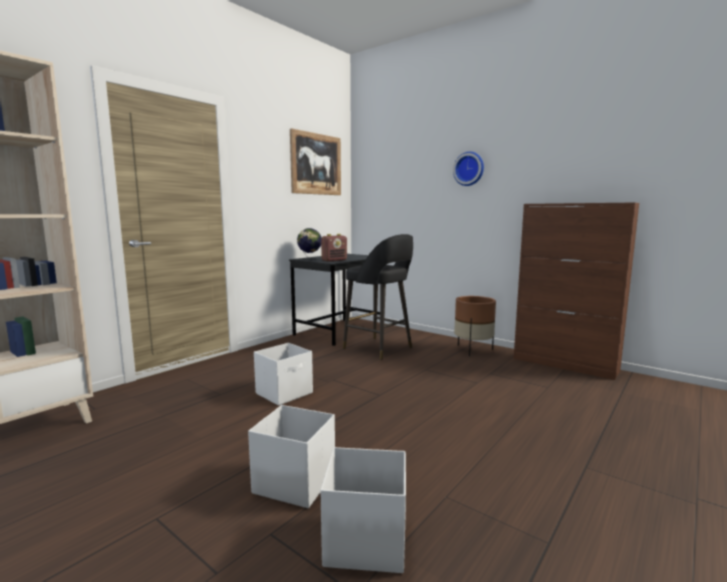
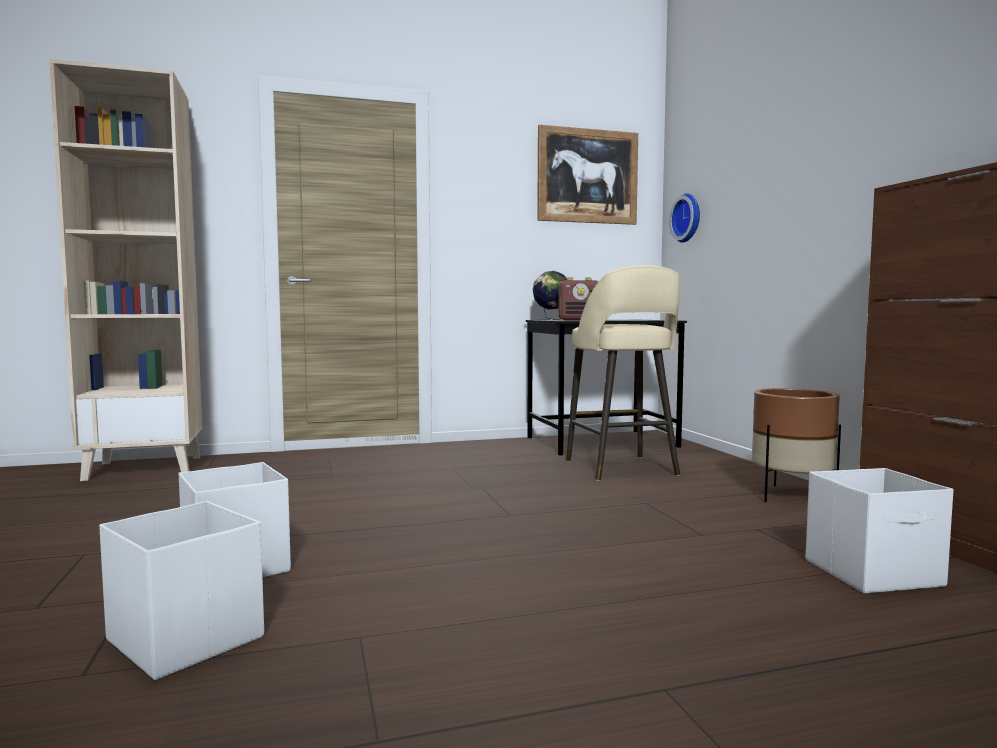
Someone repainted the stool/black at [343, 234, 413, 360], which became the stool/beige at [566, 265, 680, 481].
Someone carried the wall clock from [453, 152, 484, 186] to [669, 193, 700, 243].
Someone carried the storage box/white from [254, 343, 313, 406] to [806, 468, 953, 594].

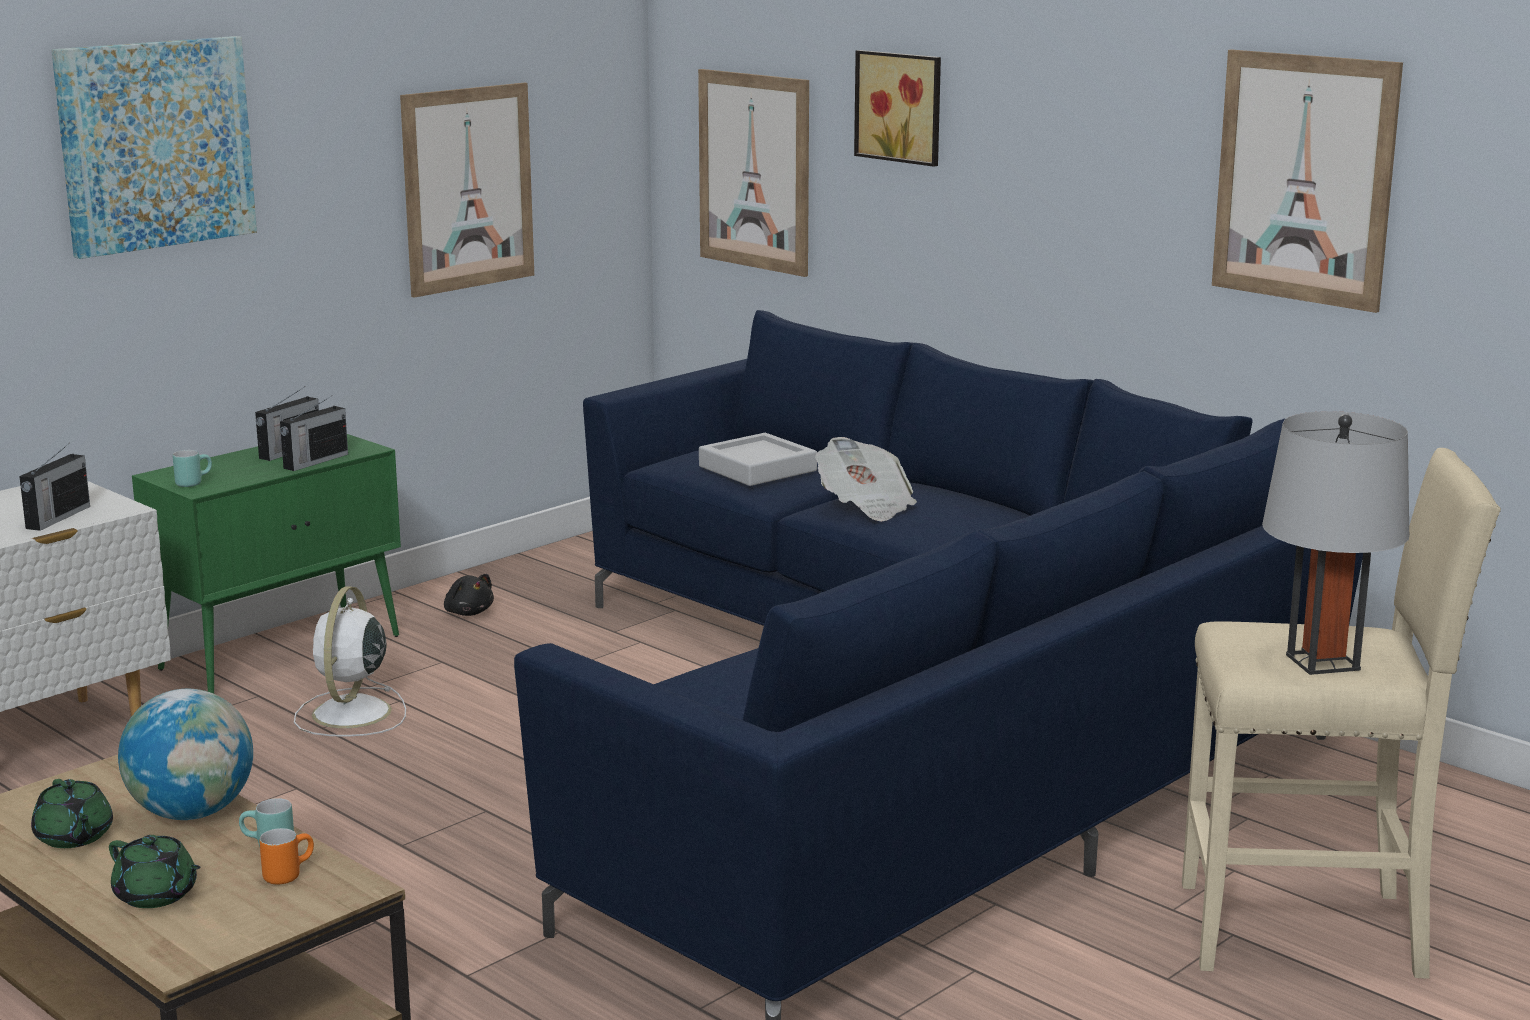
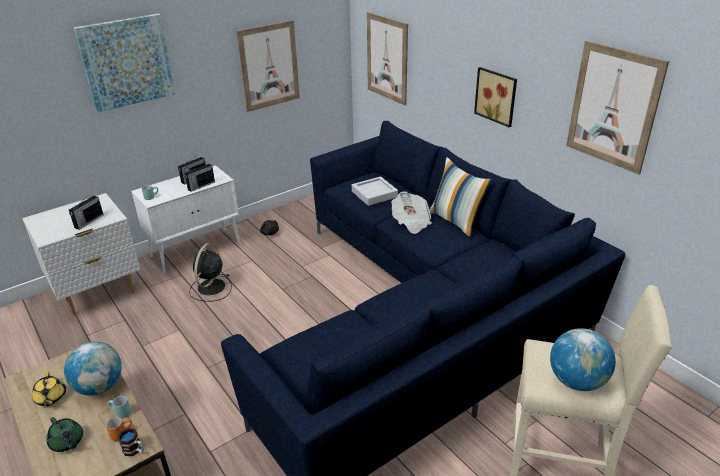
Someone repainted the teapot/green at [31, 779, 113, 848], which became the teapot/yellow at [32, 371, 66, 406].
Someone put down the mug at [118, 428, 144, 456].
Someone repainted the cabinet/green at [132, 434, 401, 694], which became the cabinet/white at [132, 165, 241, 274].
Someone repainted the fan/white at [294, 586, 406, 737], which became the fan/black at [189, 243, 232, 302].
Someone put down the pillow at [429, 157, 492, 238].
Someone carried the picture from [854, 50, 941, 167] to [474, 67, 517, 127].
Someone swapped the table lamp/grey at [1262, 411, 1410, 675] for the globe at [550, 328, 616, 391].

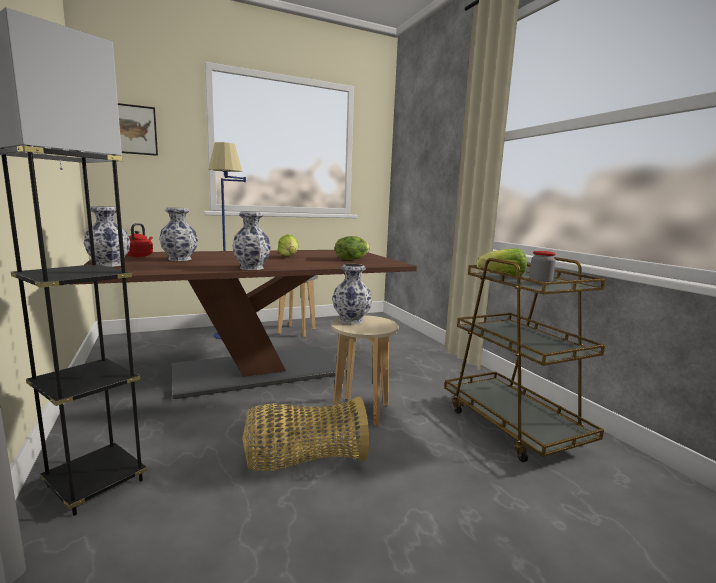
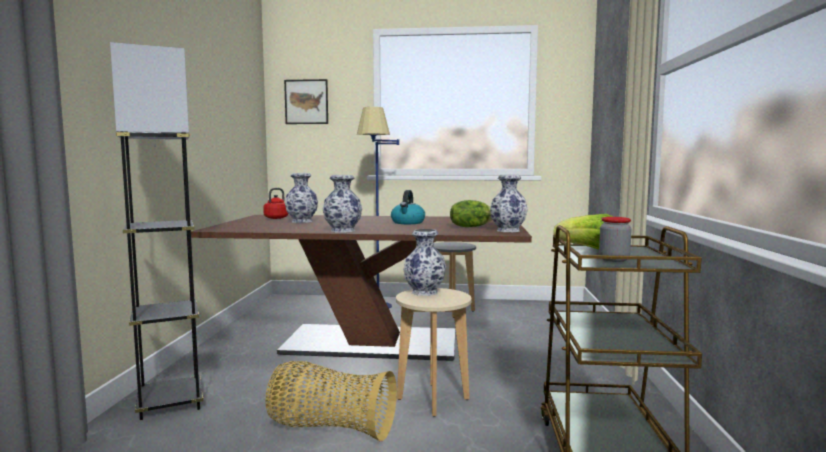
Someone swapped the lettuce at [278, 235, 299, 256] for the kettle at [391, 190, 425, 224].
Someone carried the vase from [84, 206, 130, 267] to [490, 175, 527, 232].

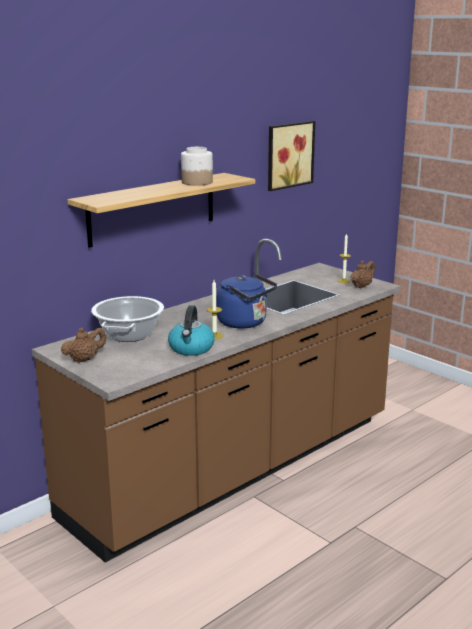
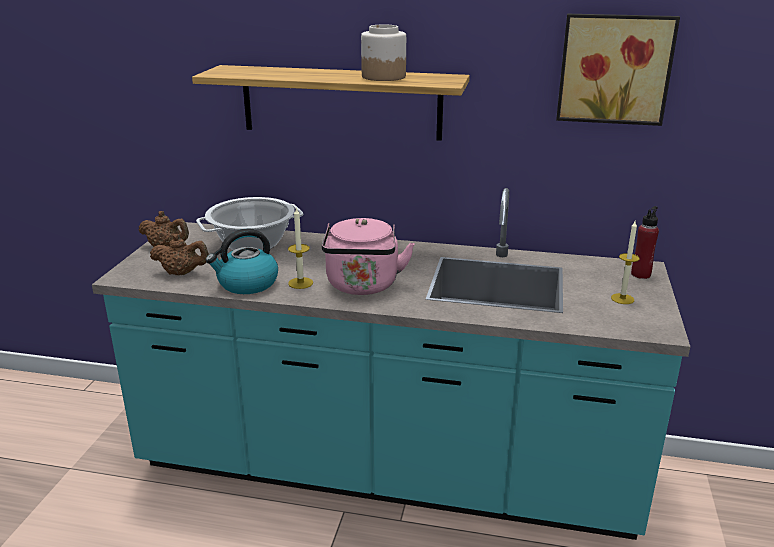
Someone repainted the counter/brown at [32, 239, 401, 563], which became the counter/turquoise at [92, 188, 690, 540].
Someone carried the teapot/brown from [350, 261, 375, 288] to [150, 234, 209, 275].
Someone repainted the kettle/blue at [216, 274, 277, 329], which became the kettle/pink at [322, 218, 415, 295].
Someone put down the bottle/red at [631, 206, 659, 279].

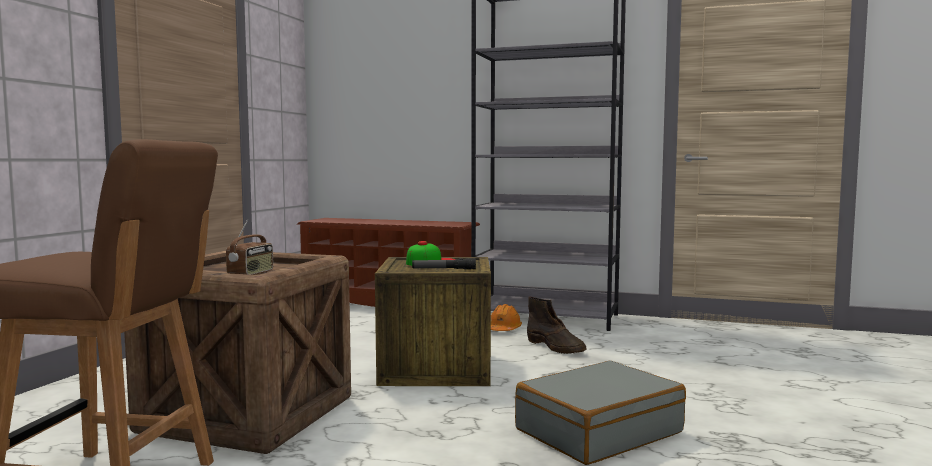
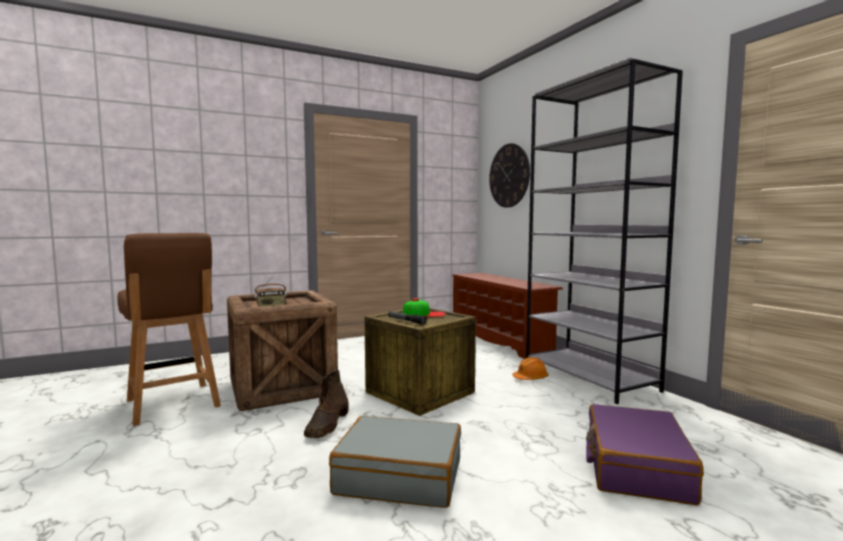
Someone carried the boot/brown from [527, 297, 587, 354] to [304, 370, 349, 438].
Someone put up the wall clock at [489, 143, 530, 208].
Someone put down the suitcase/purple at [586, 404, 704, 505].

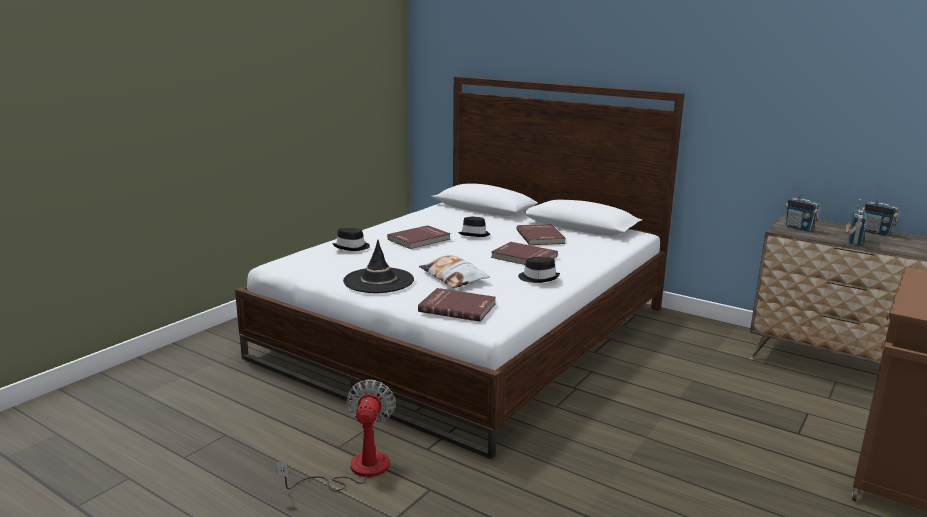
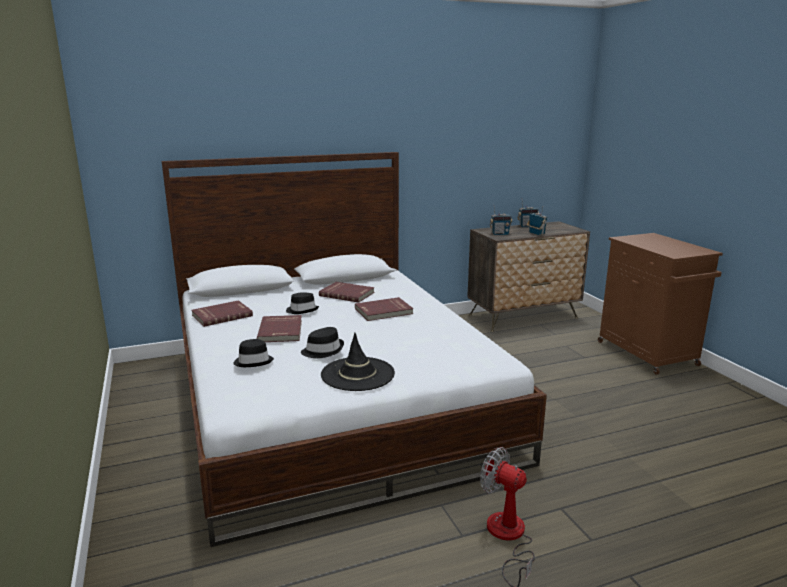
Someone carried the book/red from [418, 288, 496, 322] to [191, 300, 253, 327].
Someone carried the hat/black from [518, 257, 560, 283] to [301, 327, 344, 358].
Someone took away the pillow at [419, 255, 490, 288].

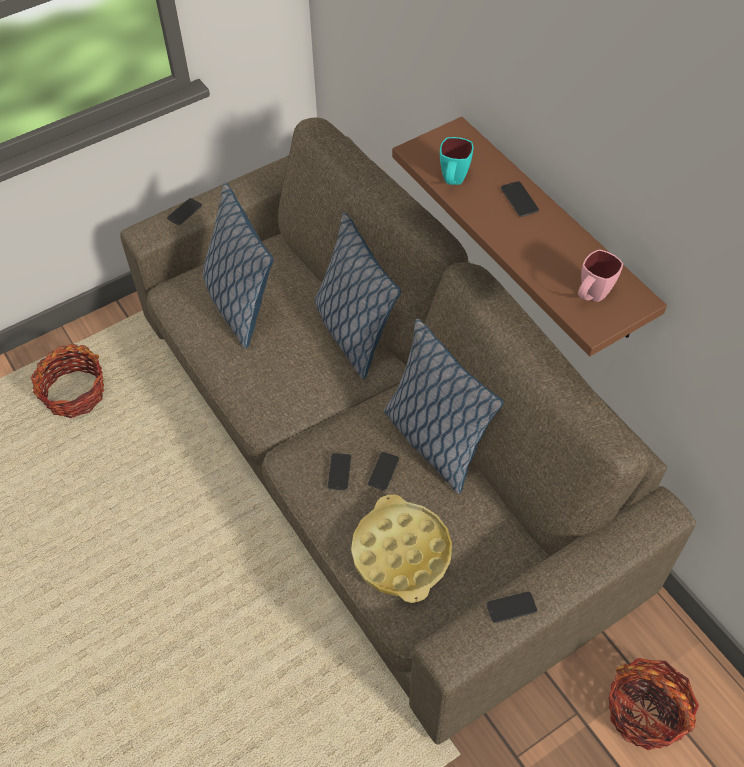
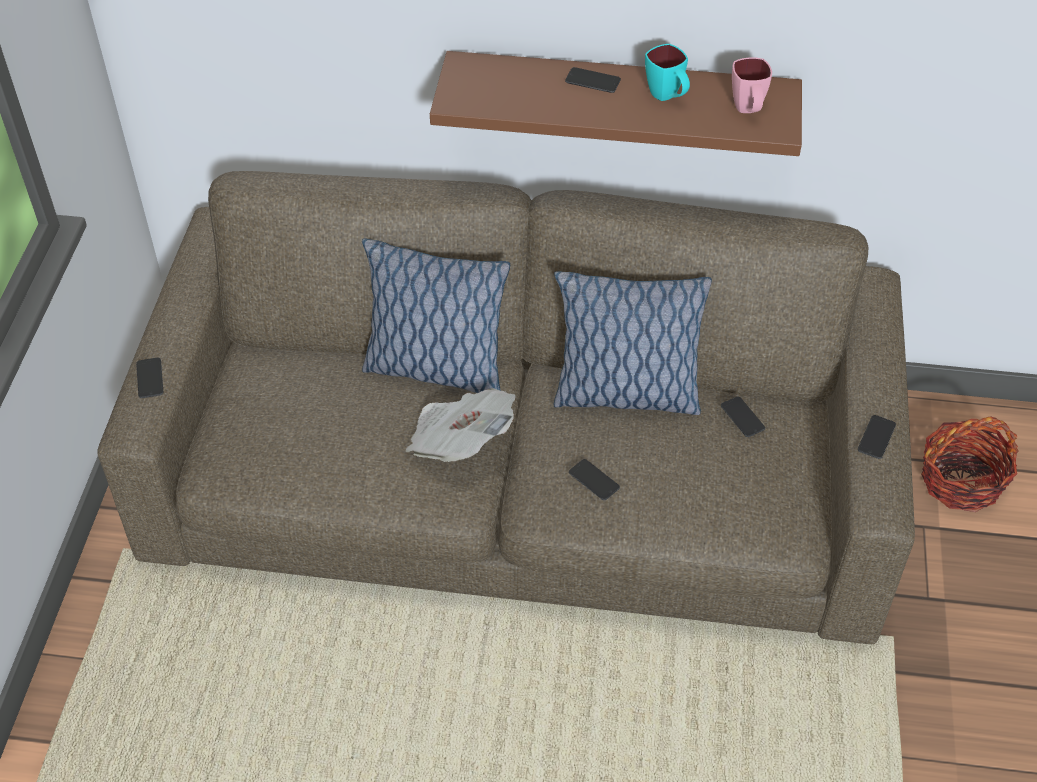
Someone put down the newspaper at [406, 388, 516, 462].
Someone carried the mug/turquoise from [440, 137, 473, 185] to [645, 44, 690, 101].
Someone carried the phone from [368, 452, 399, 491] to [721, 396, 765, 437].
Someone took away the basket at [31, 344, 104, 418].
Someone took away the pillow at [203, 183, 274, 348].
Someone took away the tray/yellow at [351, 494, 452, 603].

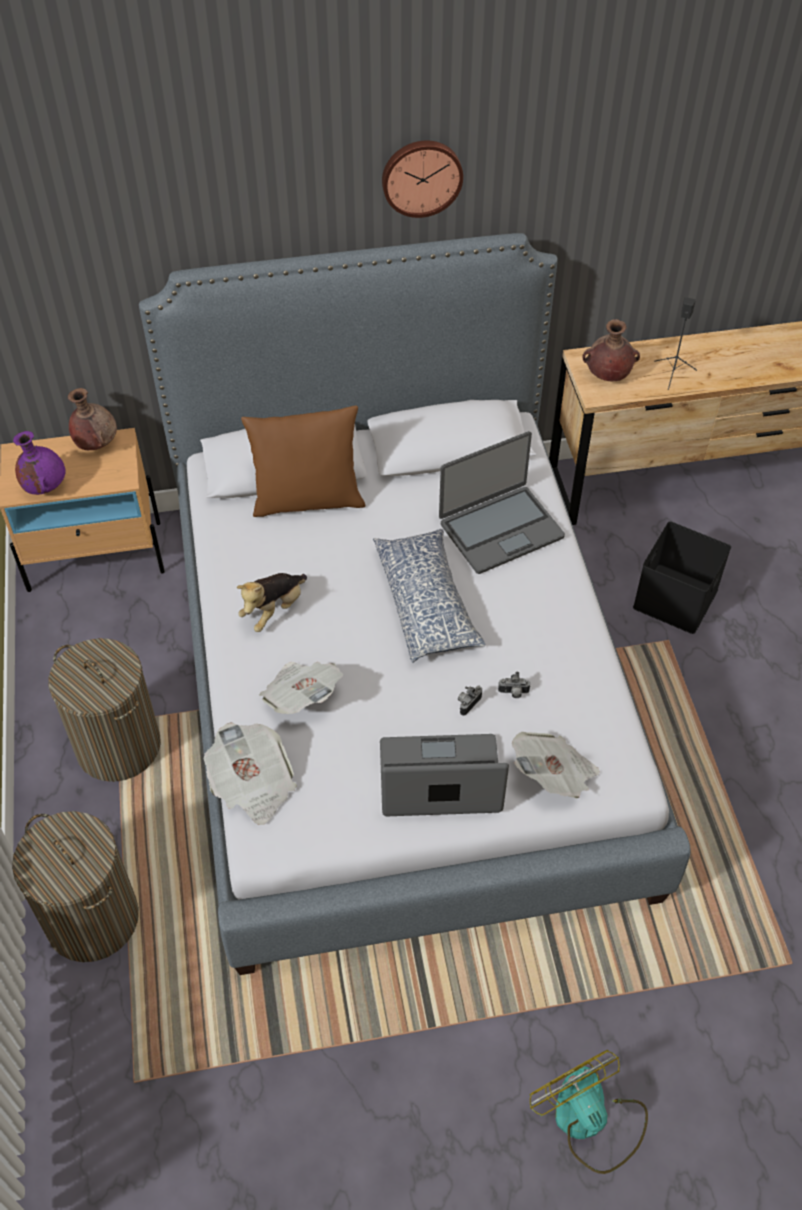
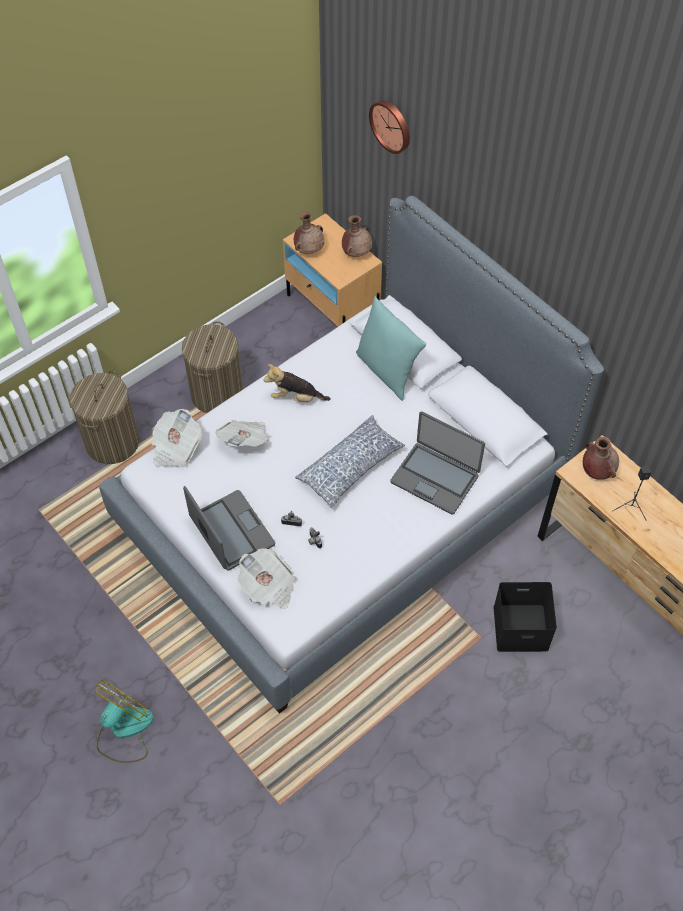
Someone repainted the vase/purple at [13, 431, 65, 495], which became the vase/brown at [294, 212, 324, 254].
Someone repainted the pillow/brown at [241, 405, 365, 517], which became the pillow/turquoise at [356, 296, 426, 401].
Someone carried the wall clock from [382, 141, 463, 218] to [369, 100, 410, 154].

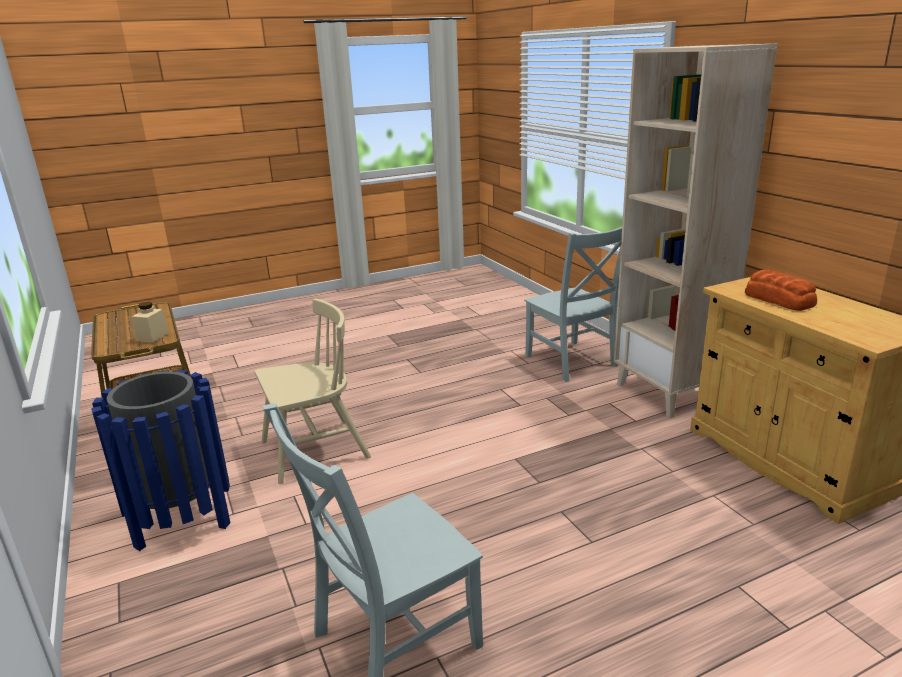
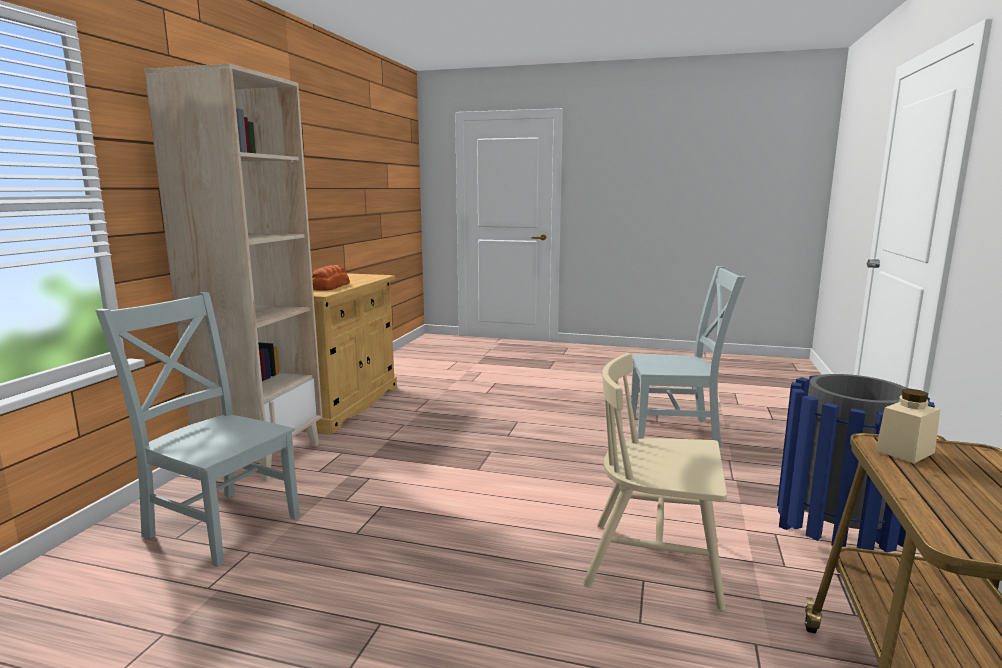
Someone rotated the chair/grey at [524, 227, 622, 382] by 75 degrees counterclockwise.

